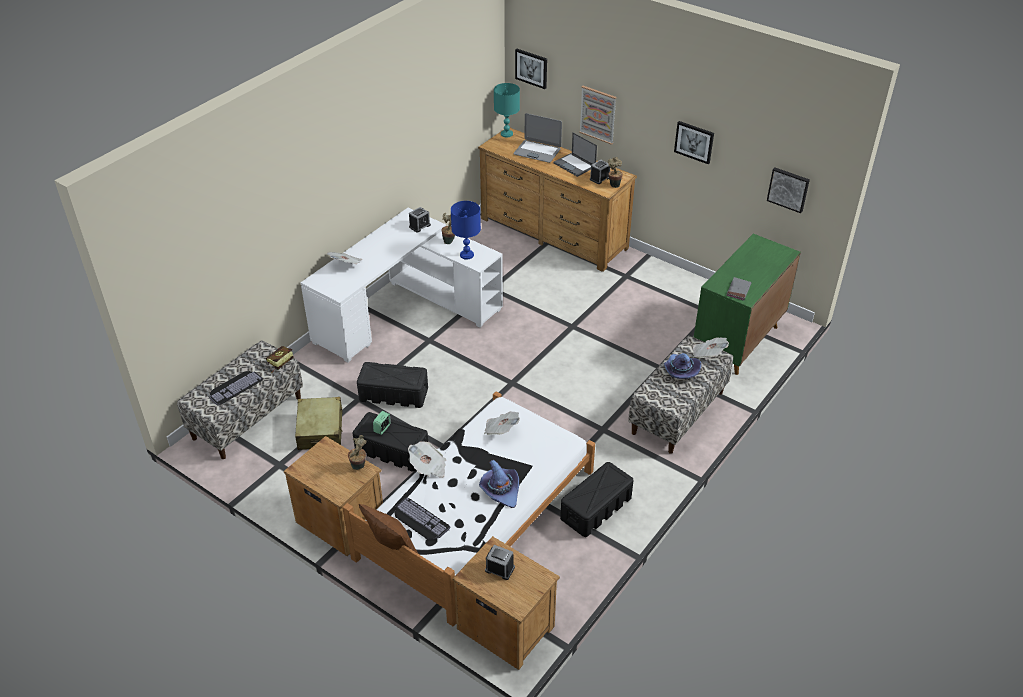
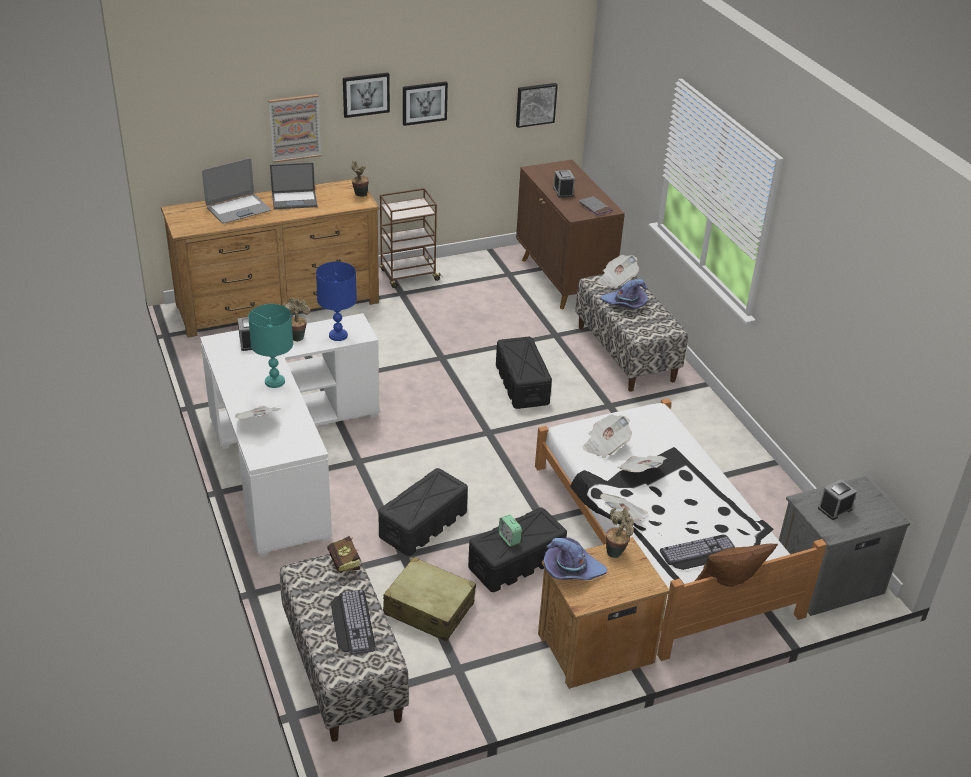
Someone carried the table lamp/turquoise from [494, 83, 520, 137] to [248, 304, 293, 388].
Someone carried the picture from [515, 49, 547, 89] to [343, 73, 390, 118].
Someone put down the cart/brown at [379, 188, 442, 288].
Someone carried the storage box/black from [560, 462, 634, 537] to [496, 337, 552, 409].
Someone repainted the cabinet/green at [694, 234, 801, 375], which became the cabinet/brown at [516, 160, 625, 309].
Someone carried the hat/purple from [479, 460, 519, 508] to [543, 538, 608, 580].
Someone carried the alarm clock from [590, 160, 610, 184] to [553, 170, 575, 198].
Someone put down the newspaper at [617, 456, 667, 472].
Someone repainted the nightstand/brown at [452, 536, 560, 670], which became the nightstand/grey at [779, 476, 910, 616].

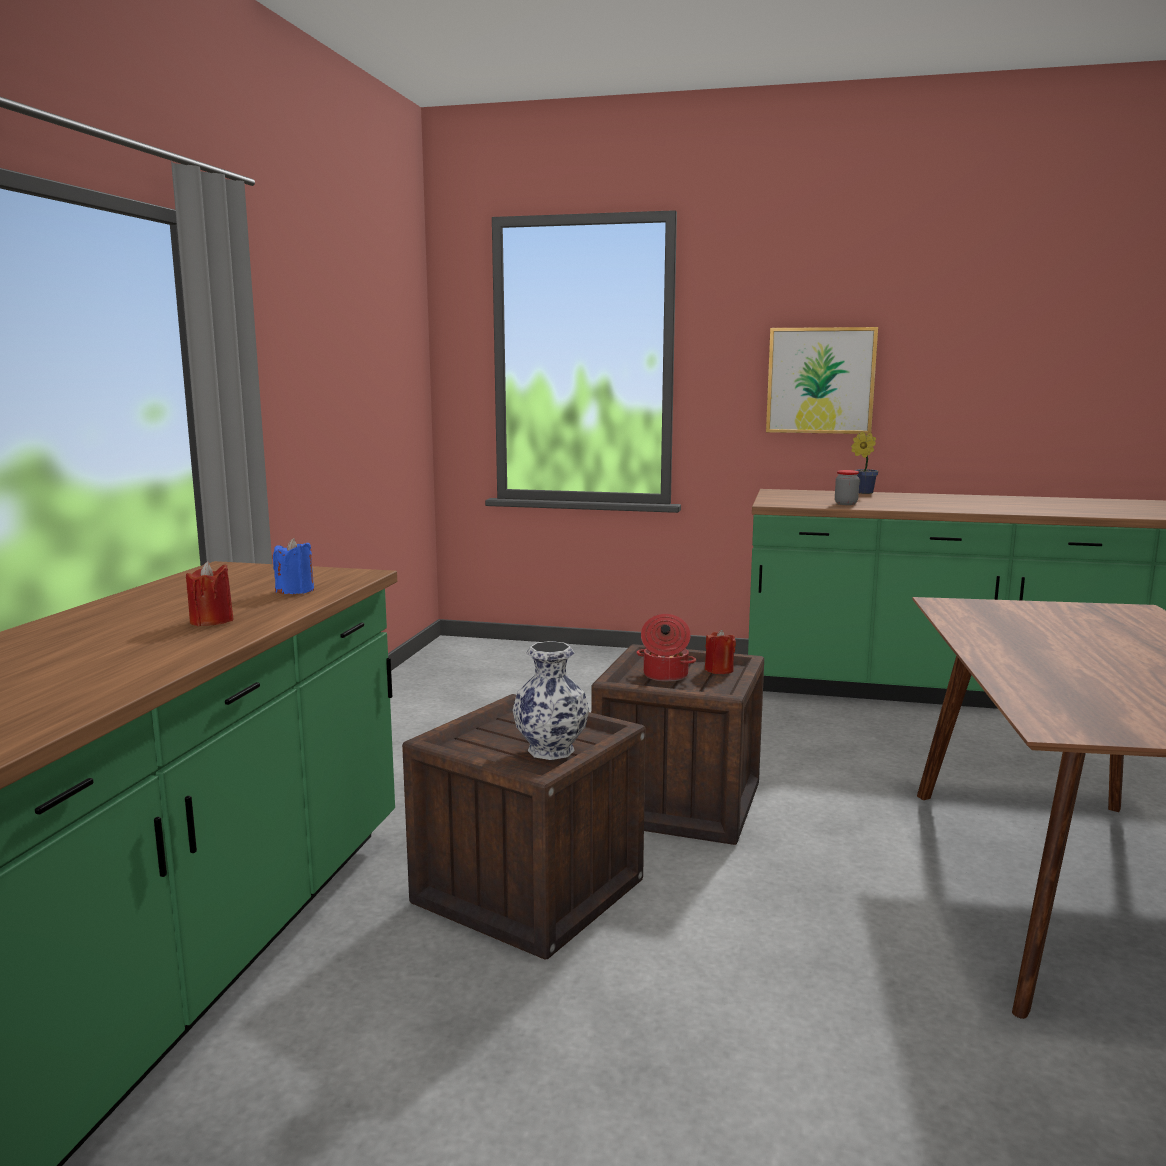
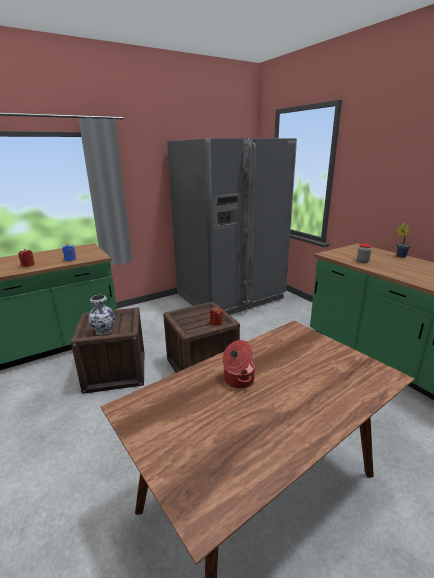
Someone put down the fridge/grey at [167, 138, 297, 315].
Someone carried the cooking pot from [636, 614, 696, 682] to [222, 340, 255, 389].
Someone took away the picture at [766, 327, 878, 434].

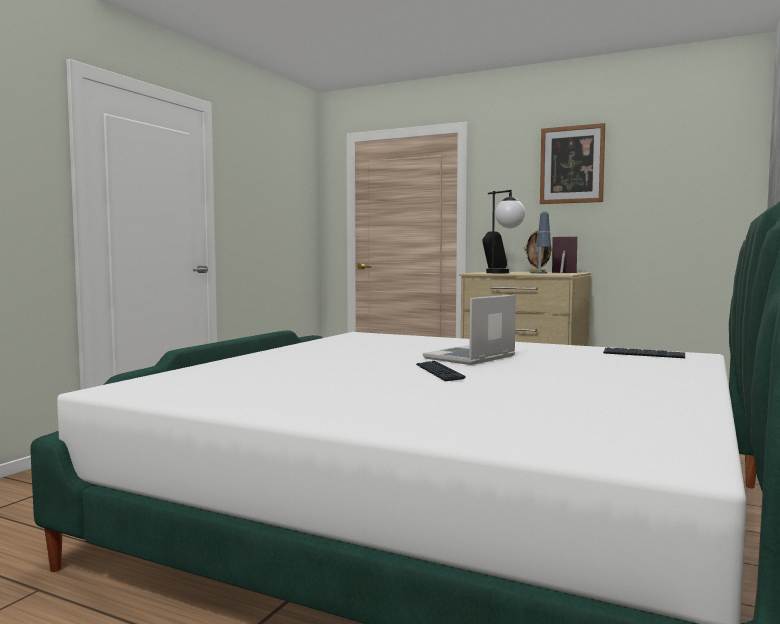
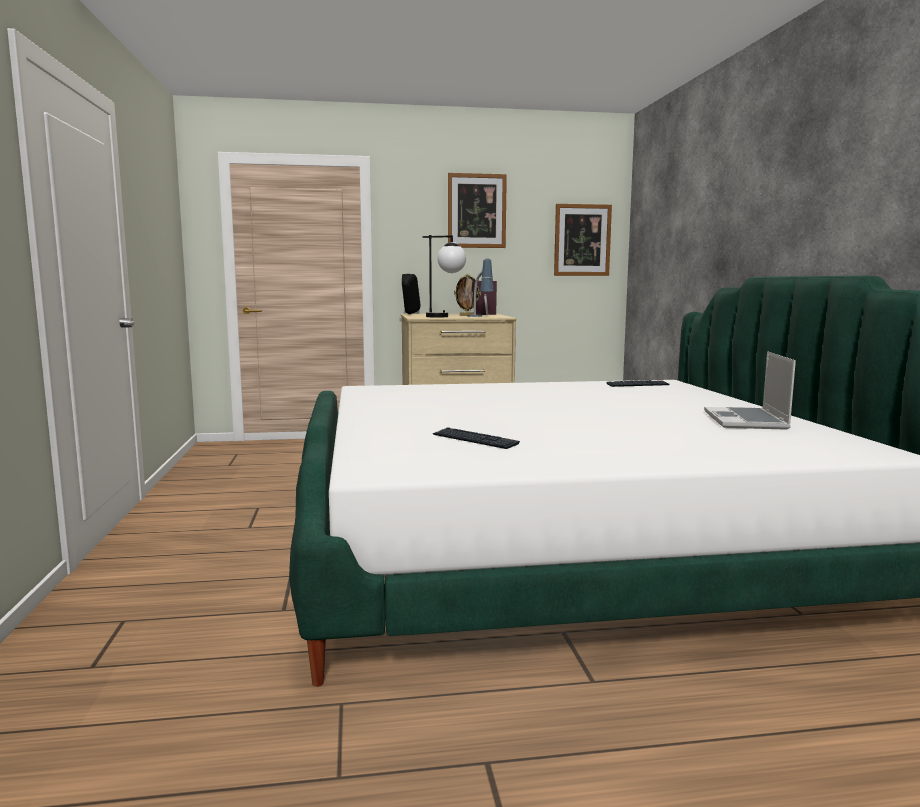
Someone carried the keyboard from [416, 361, 466, 381] to [433, 427, 520, 449].
Someone put up the picture at [554, 204, 612, 276].
Someone carried the laptop from [423, 294, 516, 365] to [704, 351, 796, 430].

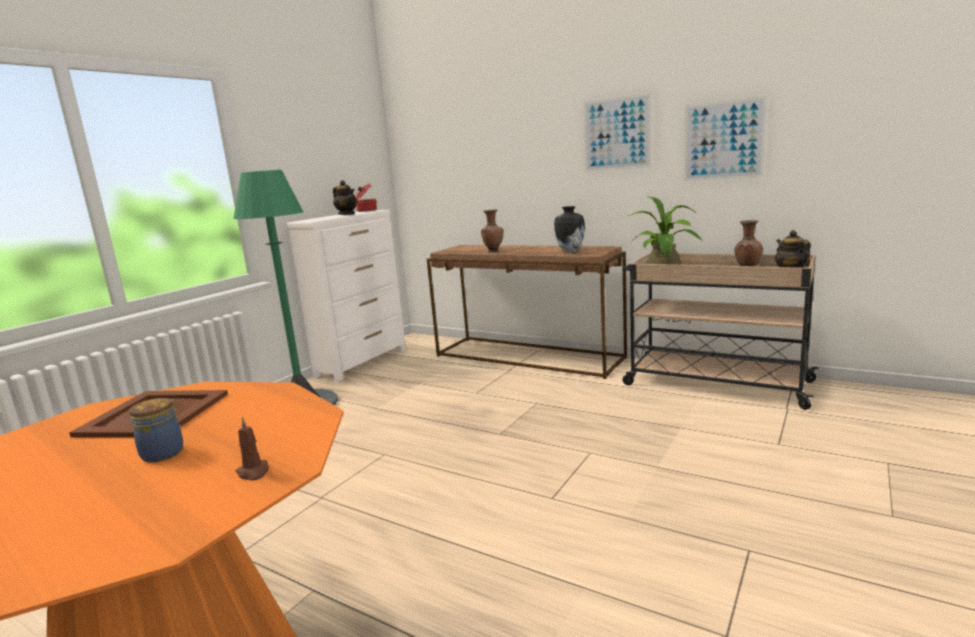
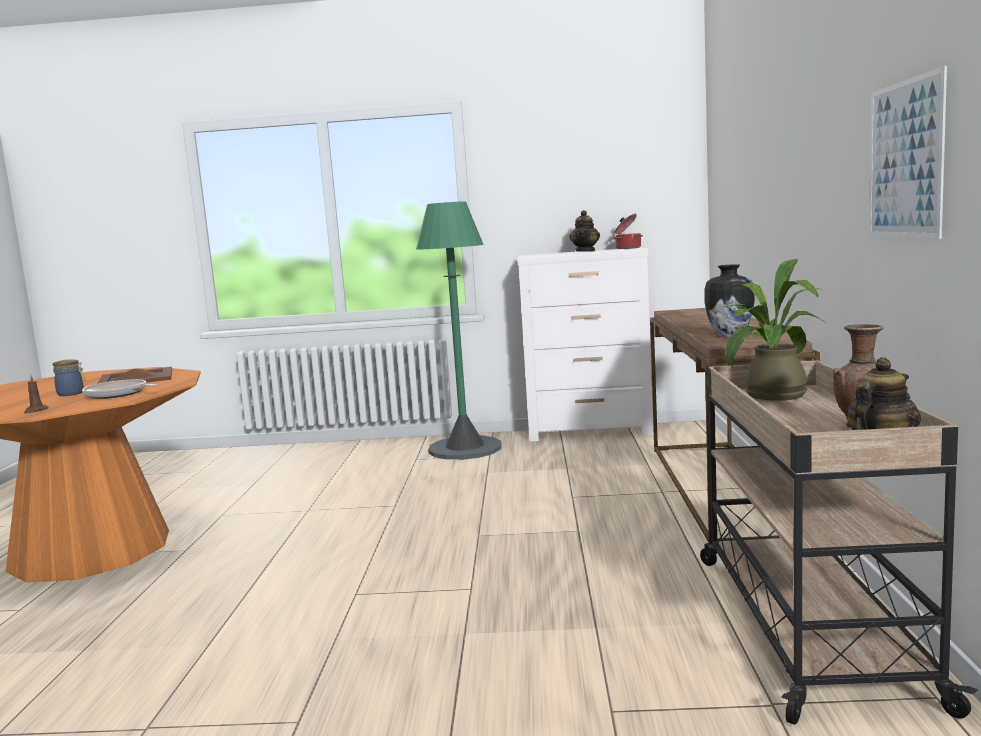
Someone put down the frying pan at [82, 379, 157, 399].
Someone took away the vase/brown at [481, 209, 503, 252].
Someone took away the picture at [583, 93, 651, 172].

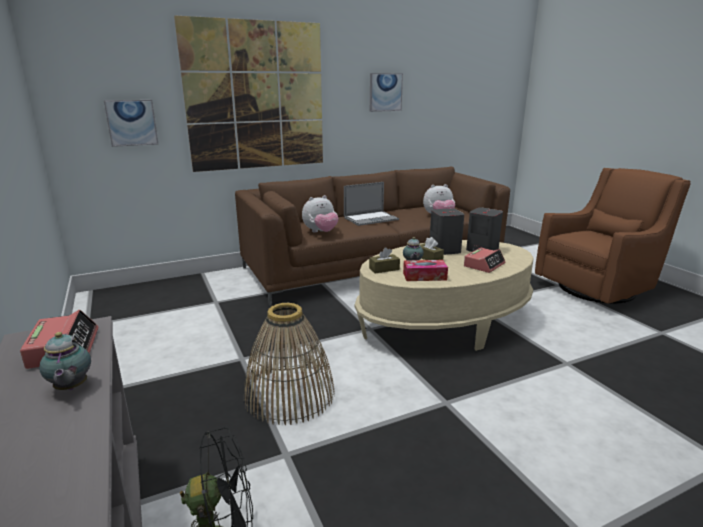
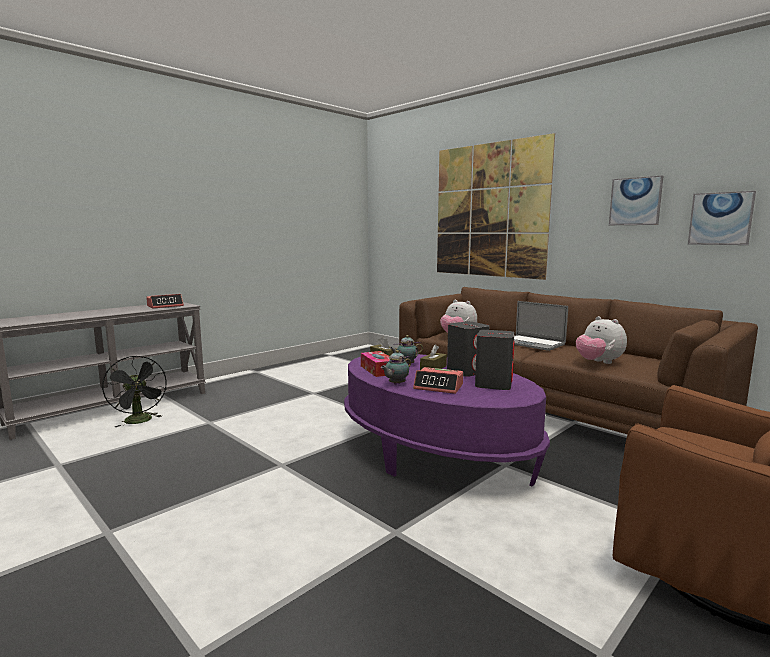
Someone repainted the coffee table/beige at [355, 240, 534, 351], which became the coffee table/purple at [344, 354, 550, 487].
Someone carried the teapot from [39, 332, 91, 390] to [381, 350, 411, 385].
Someone carried the picture from [104, 100, 158, 147] to [688, 191, 756, 245].
Someone took away the basket at [244, 303, 334, 425].

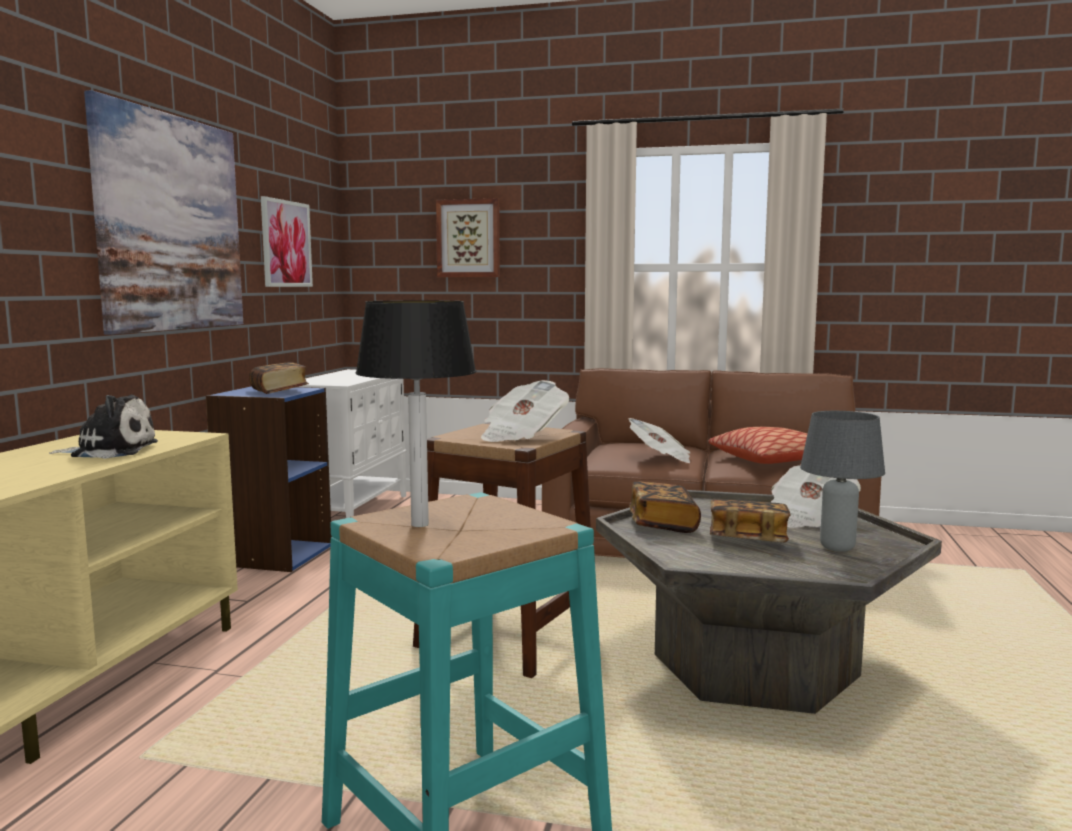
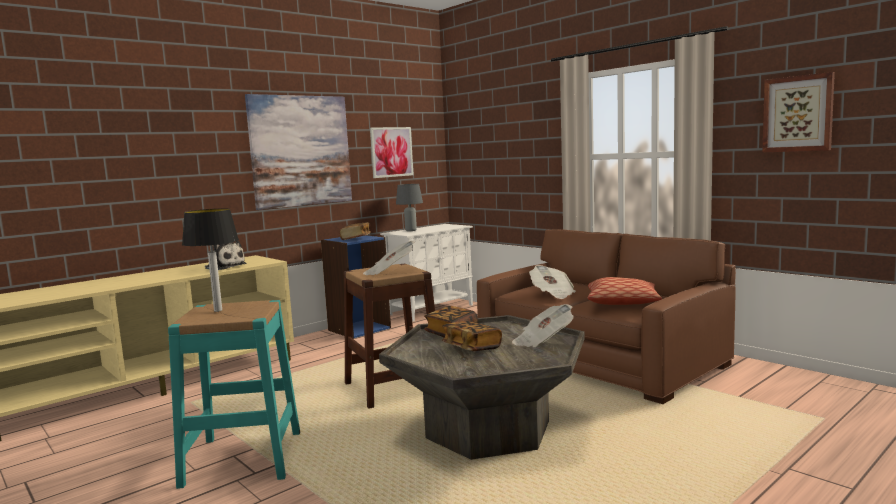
Someone carried the table lamp/grey from [800, 411, 885, 552] to [396, 184, 423, 231].
Someone carried the picture from [436, 198, 500, 277] to [762, 72, 835, 153].

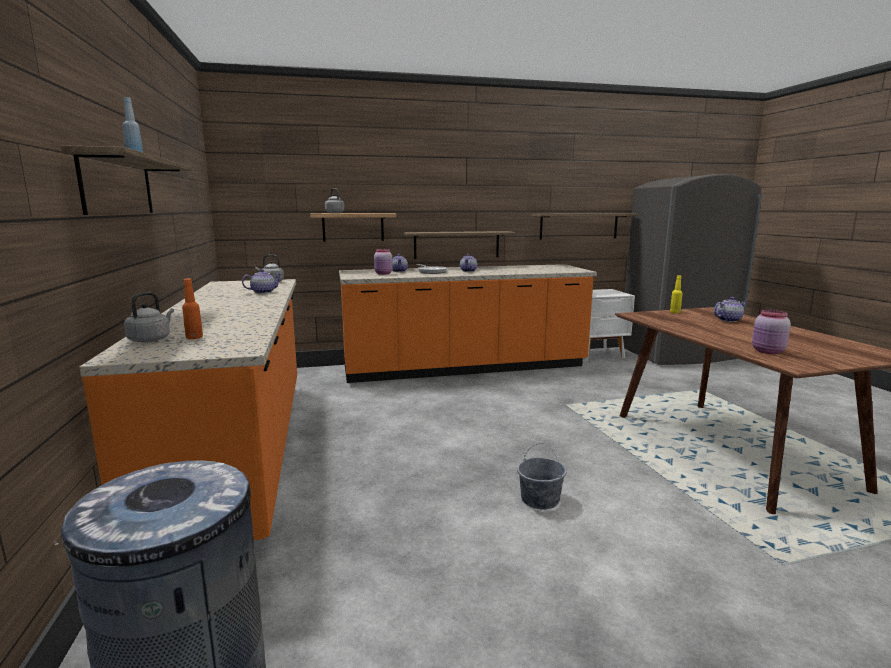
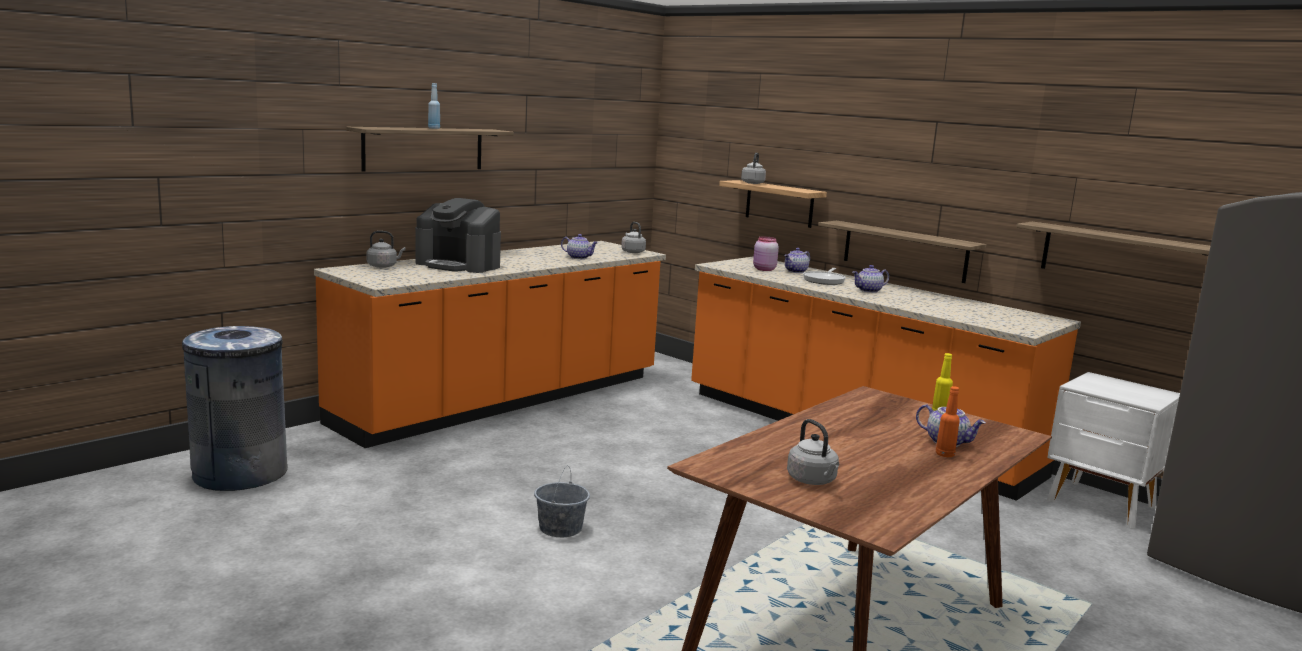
Someone put down the coffee machine at [415, 198, 501, 273].
Someone put down the kettle/grey at [787, 419, 839, 485].
Someone carried the bottle/orange from [182, 279, 203, 339] to [936, 386, 960, 457].
Someone took away the jar/pink at [752, 310, 791, 354].

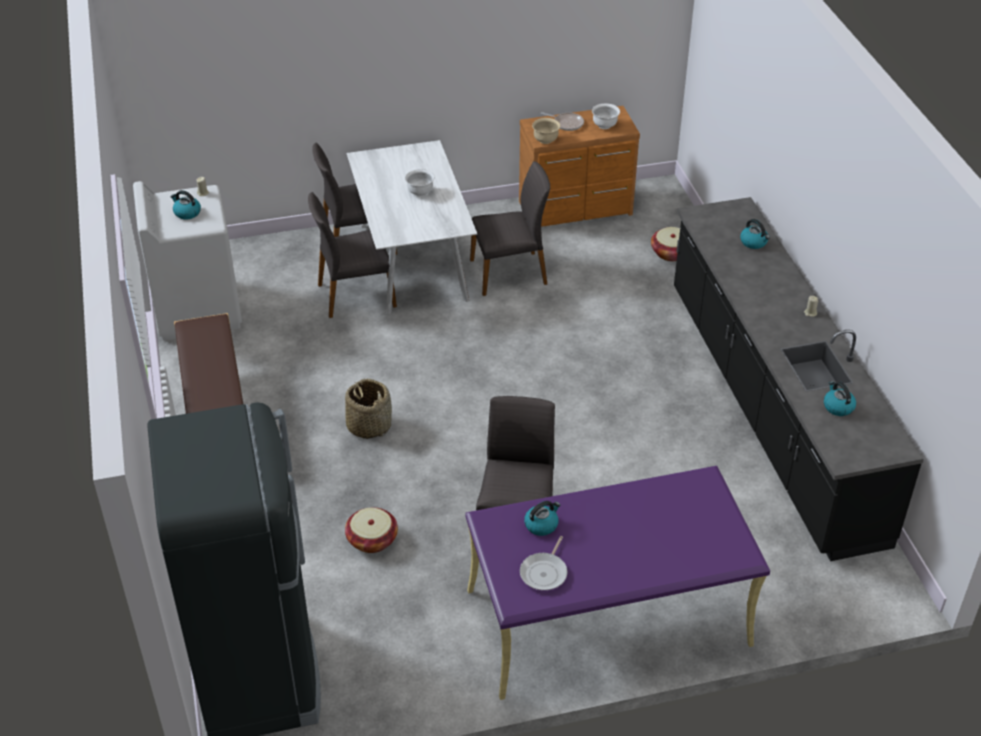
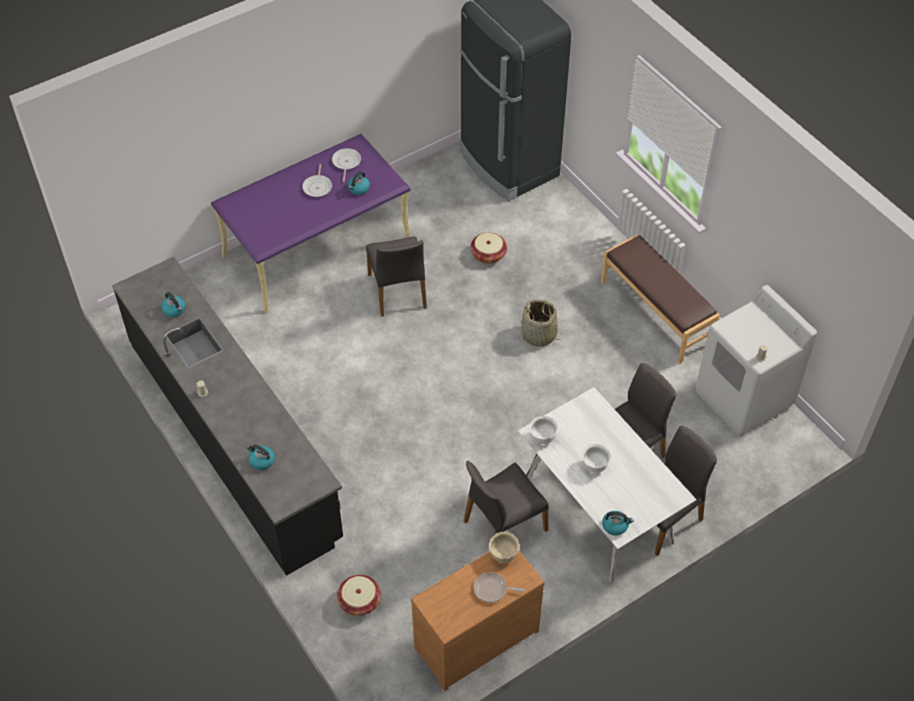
Someone put down the frying pan at [302, 164, 332, 197].
Someone carried the bowl/white from [592, 103, 620, 129] to [529, 416, 558, 444].
Someone carried the kettle from [170, 190, 201, 220] to [602, 511, 634, 536].

